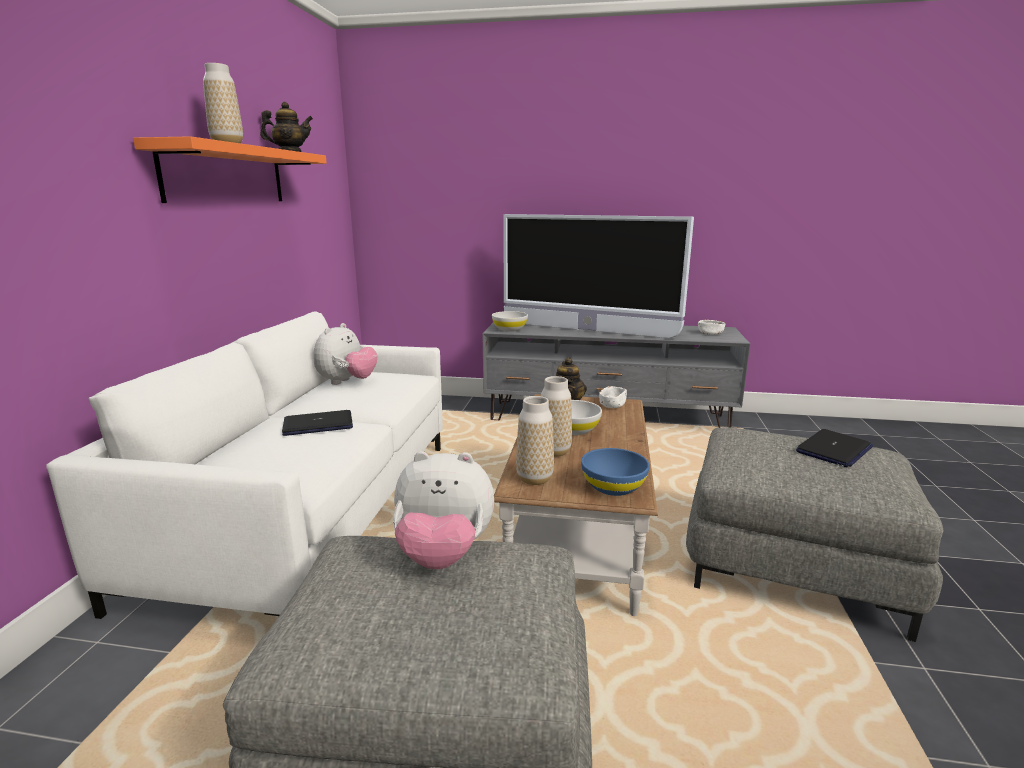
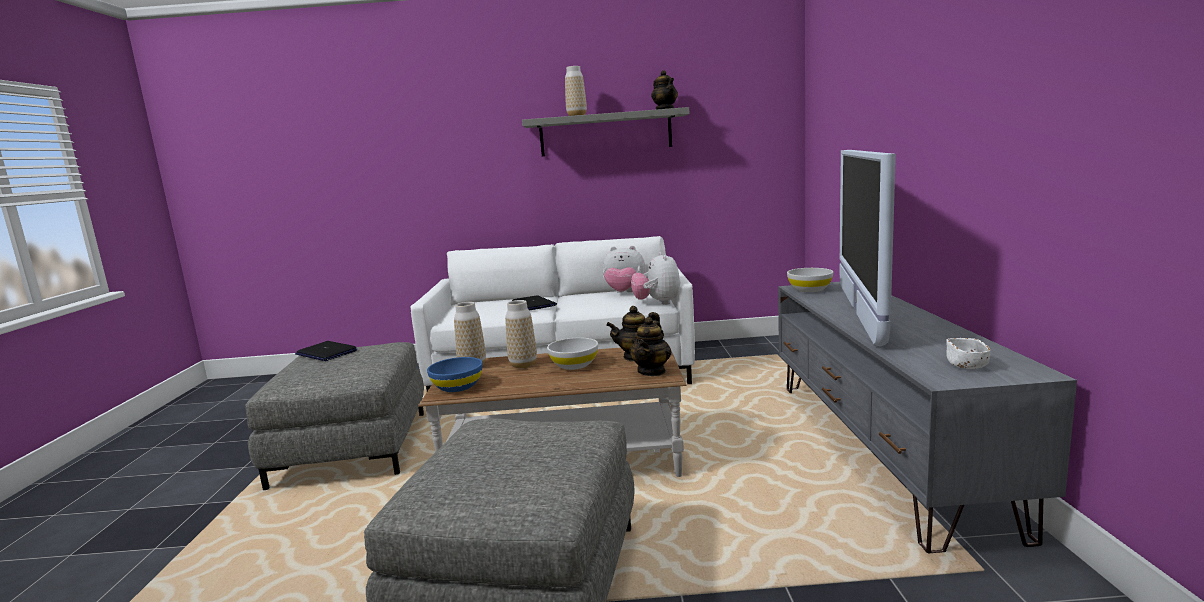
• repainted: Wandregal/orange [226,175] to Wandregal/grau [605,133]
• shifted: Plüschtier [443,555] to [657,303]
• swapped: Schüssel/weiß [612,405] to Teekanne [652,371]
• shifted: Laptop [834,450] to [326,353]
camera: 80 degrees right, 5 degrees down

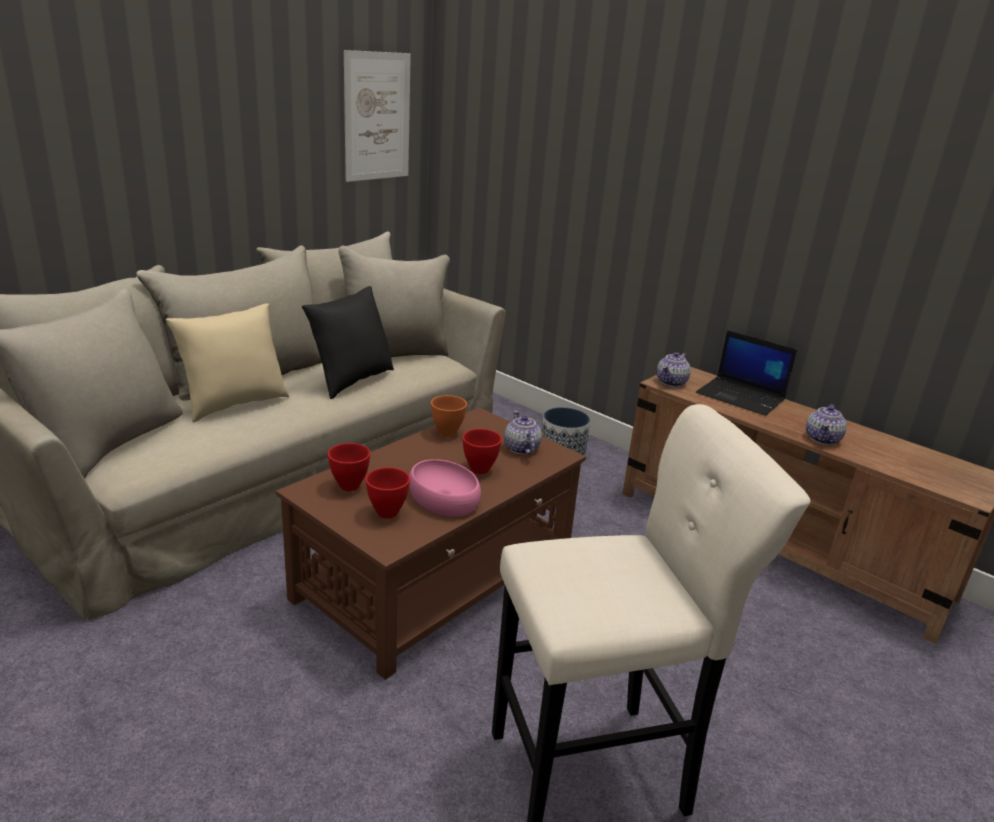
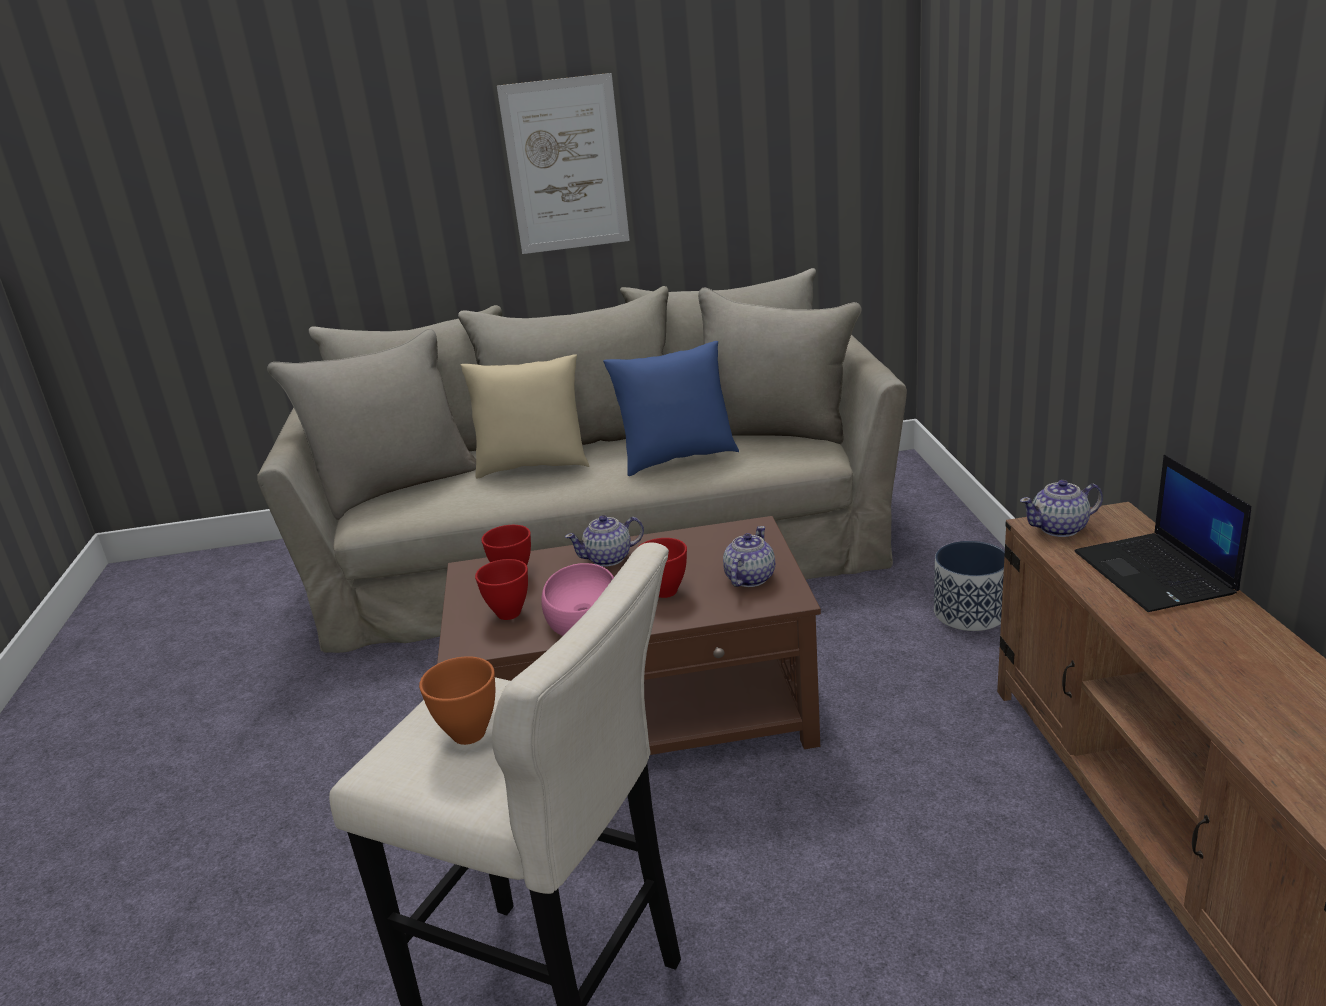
• repainted: Kissen/schwarz [351,381] to Kissen/blau [677,458]
• shifted: Bild [377,117] to [565,165]
• shifted: Schüssel/orange [447,432] to [469,732]
• shifted: Teekanne [823,439] to [609,558]
camera: 45 degrees right, 0 degrees up

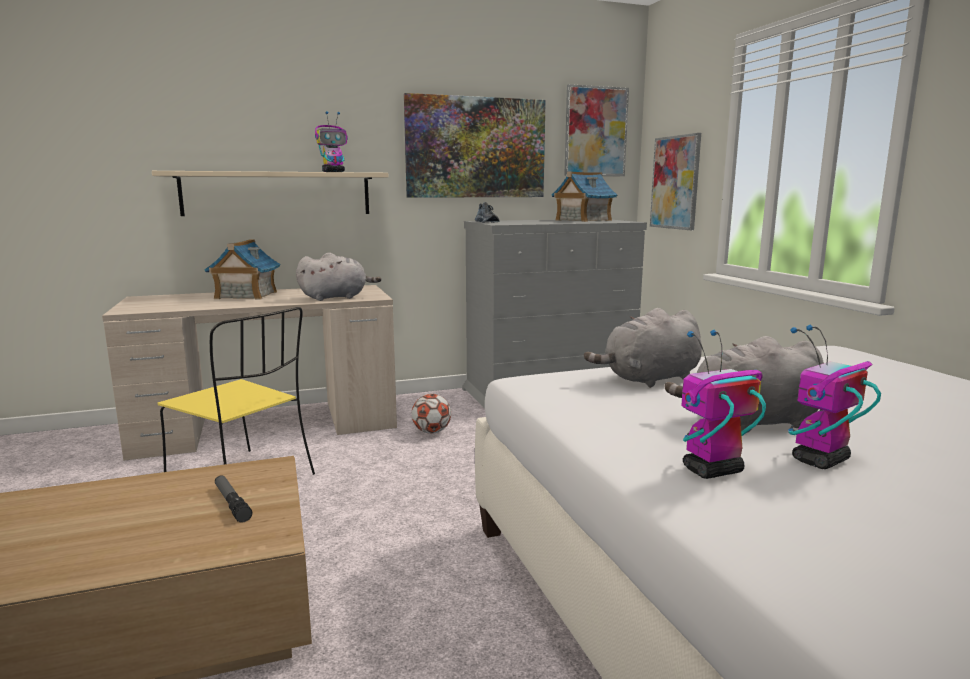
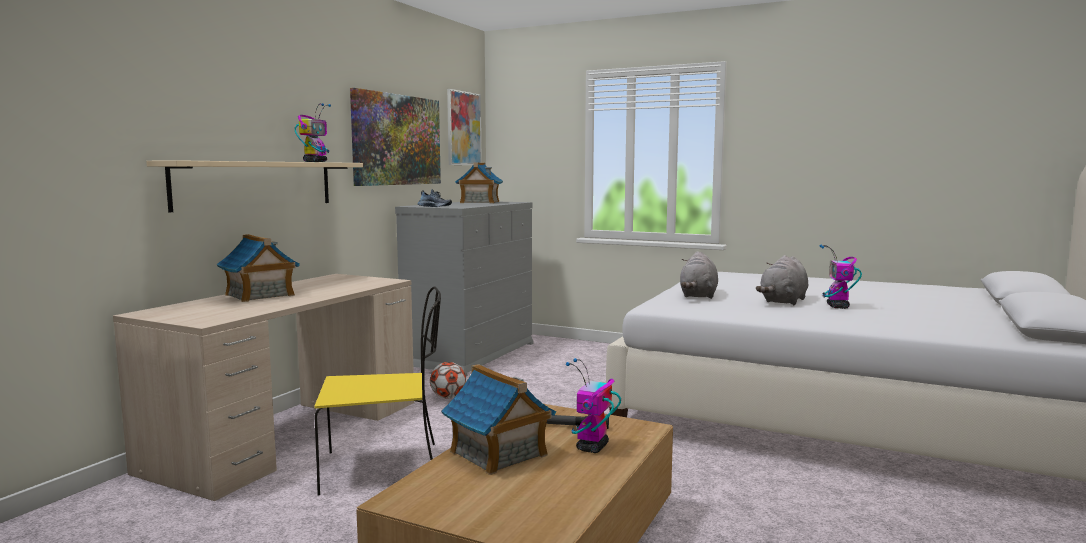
• gone: Plüschtier/grau [336,297]
• gone: Bild [675,182]
• shifted: Spielzeugroboter [711,471] to [592,447]
• new: Spielzeughaus [498,454]
camera: 45 degrees left, 5 degrees down

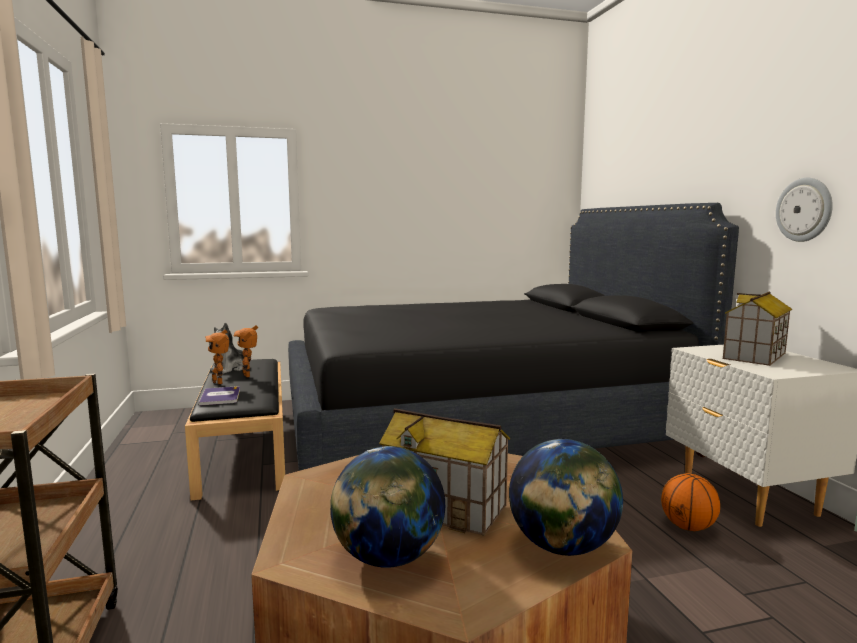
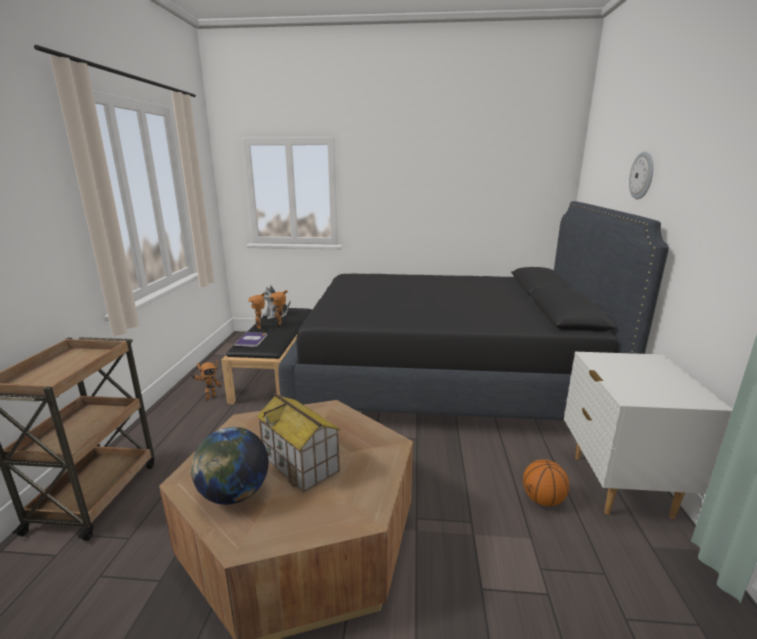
• gone: Globus [562,547]
• gone: Spielzeughaus [755,356]
• shifted: Wanduhr [804,210] to [642,175]
• new: Spielzeugroboter [209,397]
camera: 20 degrees right, 10 degrees up

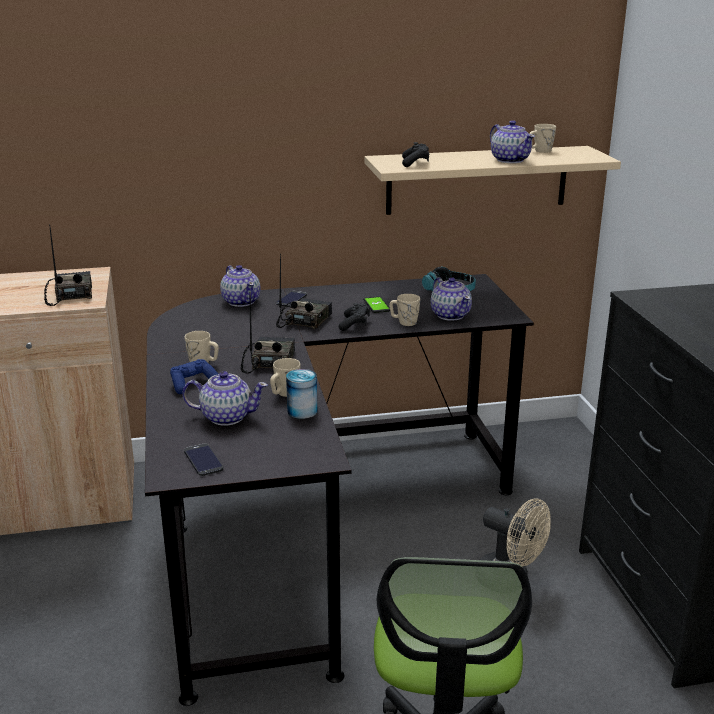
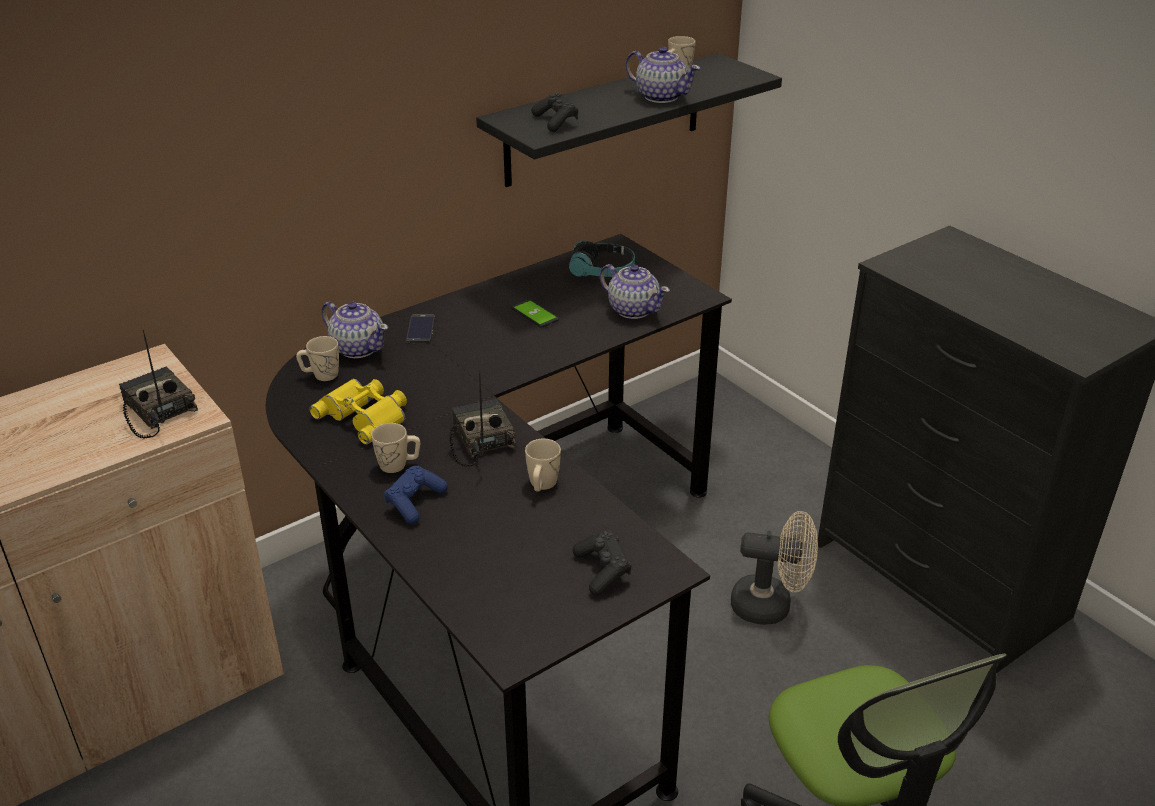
• gone: Teekanne [226,417]
• gone: Handy [203,460]
• gone: Radio [304,320]
• gone: Dose [302,411]
• shifted: Gamepad/schwarz [354,324] to [602,571]
• repainted: Wandregal/beige [477,180] to Wandregal/schwarz [604,120]
• shifted: Henkelbecher/beige [404,322] to [321,375]
• new: Fernglas/gelb [366,415]
camera: 25 degrees left, 10 degrees up

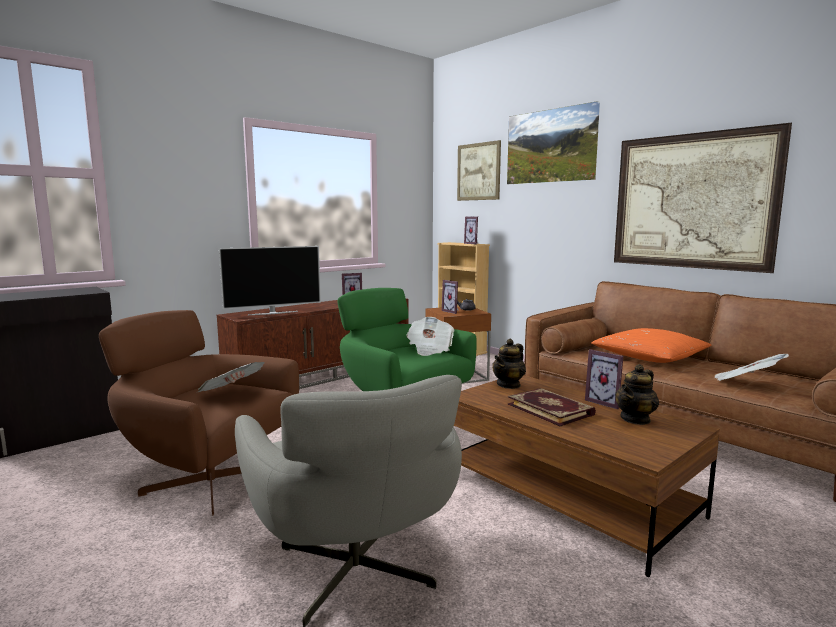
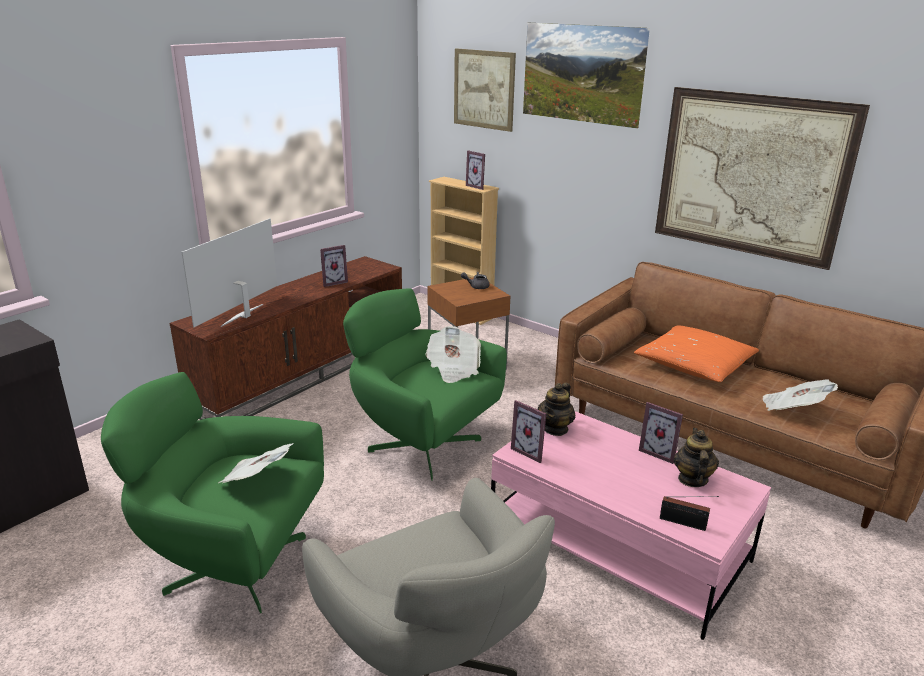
• repainted: Sessel/braun [206,481] to Sessel/grün [232,564]
• rotated: Fernseher [273,313] = [243,315] 150 degrees clockwise
• shifted: Bilderrahmen [453,311] to [531,451]
• repainted: Couchtisch/braun [567,494] to Couchtisch/rosa [618,544]
• gone: Buch [550,409]
• rotated: Teekanne [635,419] = [692,479] 150 degrees clockwise
• new: Radio [685,523]
camera: 10 degrees left, 15 degrees up

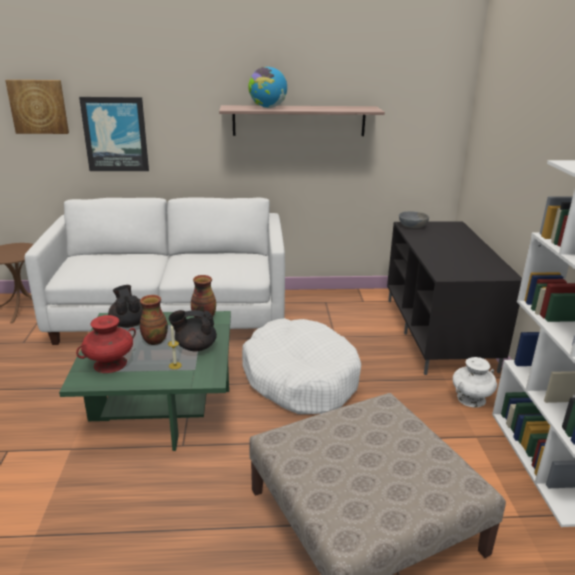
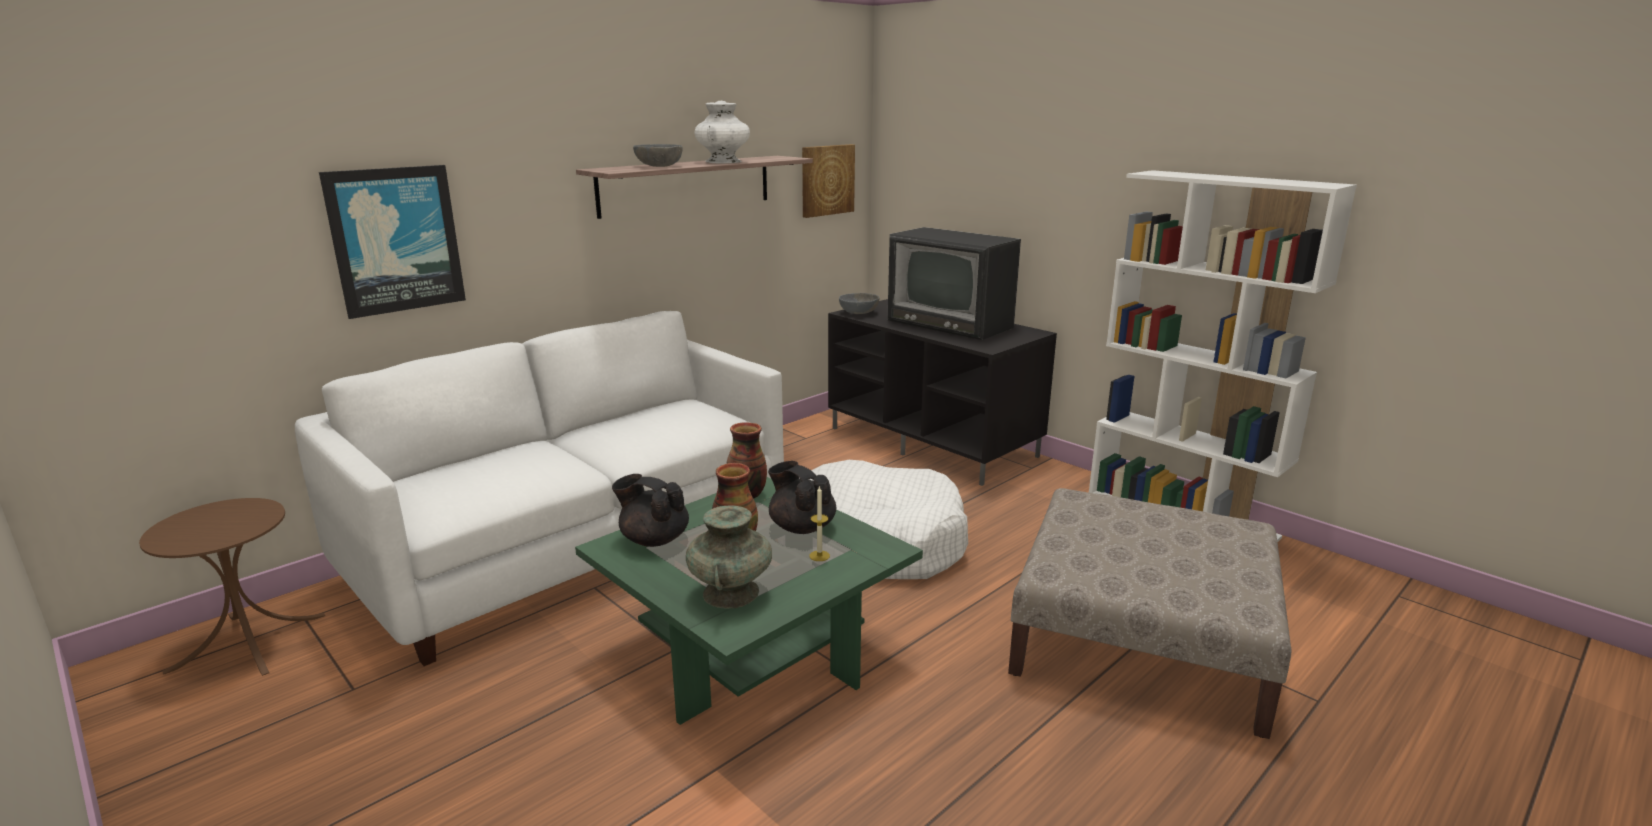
• shifted: Bild [38,106] to [827,180]
• repainted: Vase/rot [110,364] to Vase/türkis [730,593]
• rotated: Teekanne/schwarz [195,347] = [801,527] 90 degrees clockwise
• swapped: Globus [267,108] to Schüssel/grau [659,166]
• shifted: Vase/weiß [471,398] to [723,162]
• new: Fernseher [952,323]
camera: 40 degrees left, 5 degrees down

